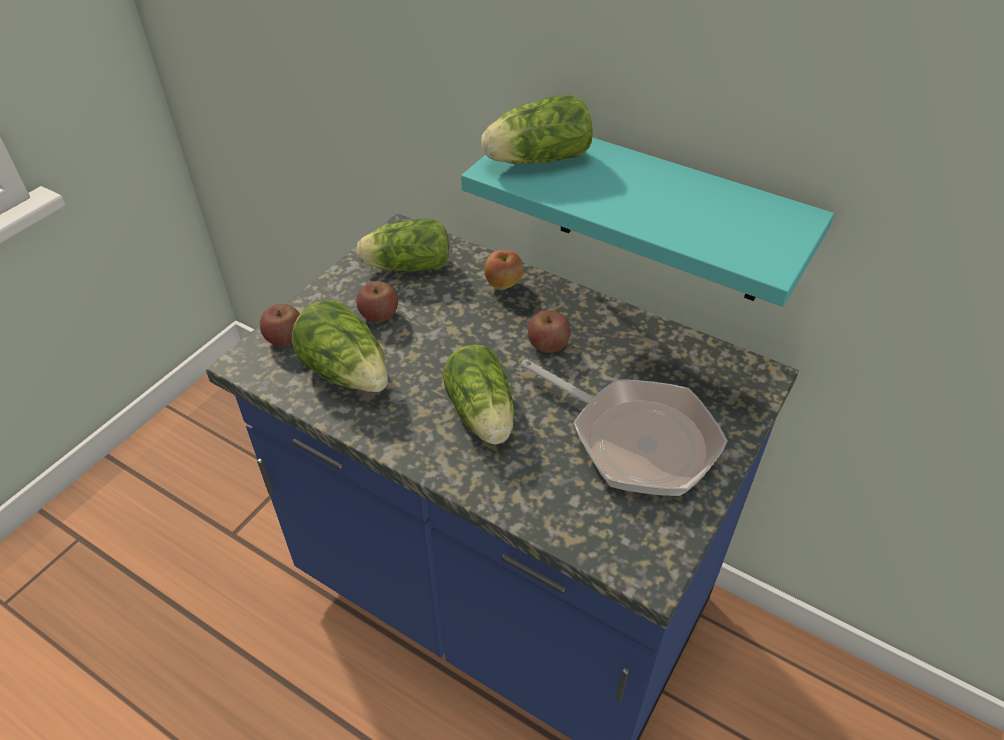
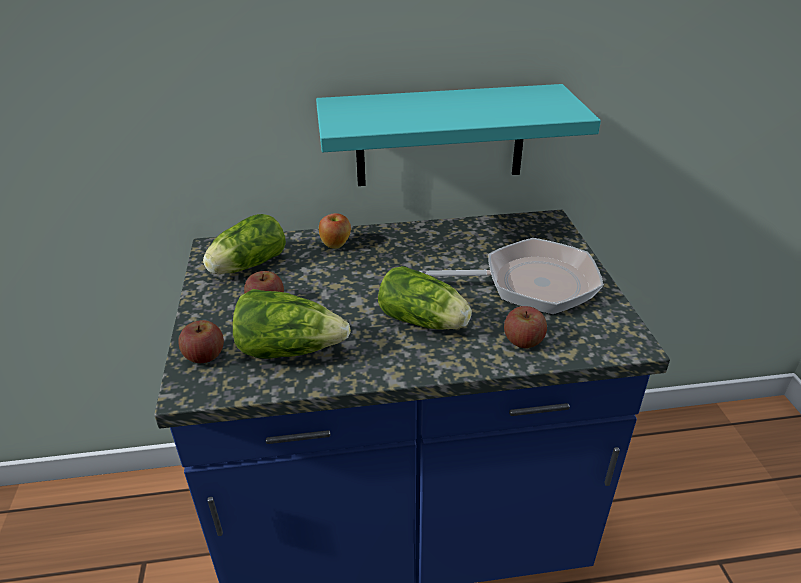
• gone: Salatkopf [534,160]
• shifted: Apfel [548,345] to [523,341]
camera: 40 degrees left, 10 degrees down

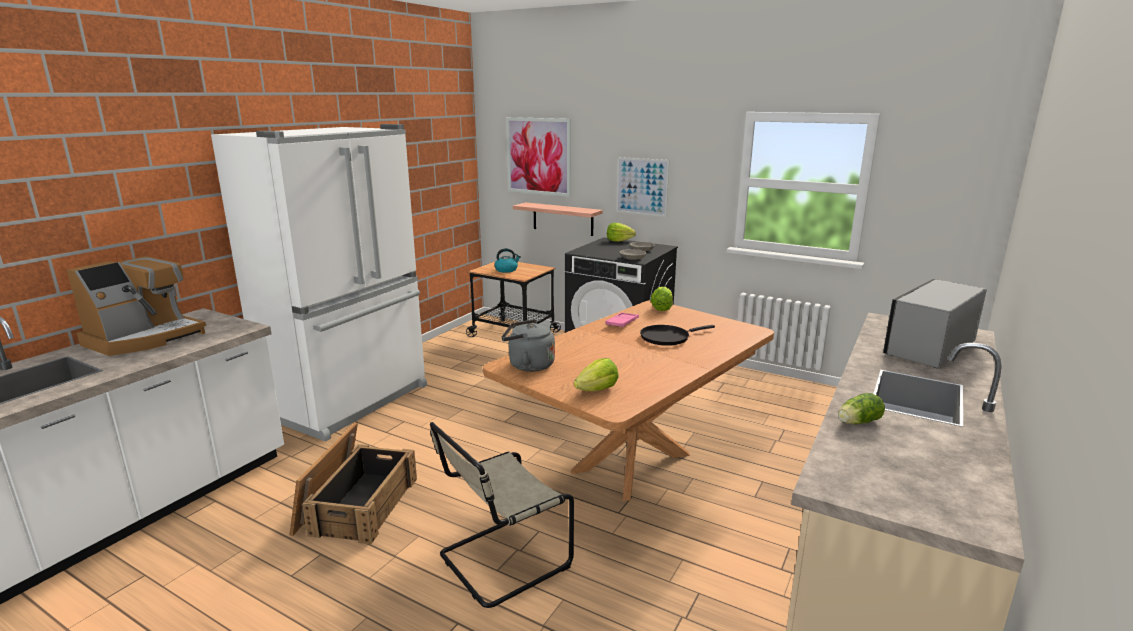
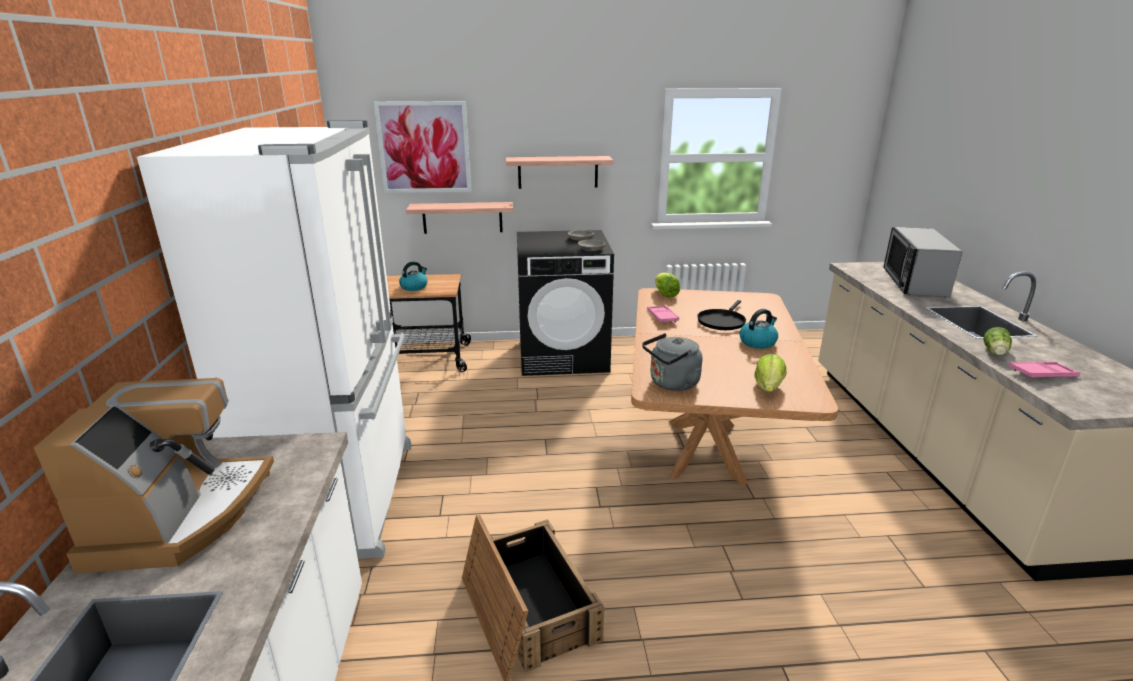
• gone: Stuhl/beige [500,562]
• gone: Salatkopf [619,241]
• swapped: Bild [642,186] to Wandregal [558,172]
• new: Wasserkessel [758,342]
• new: Tablett/rosa [1042,374]
camera: 35 degrees left, 5 degrees up

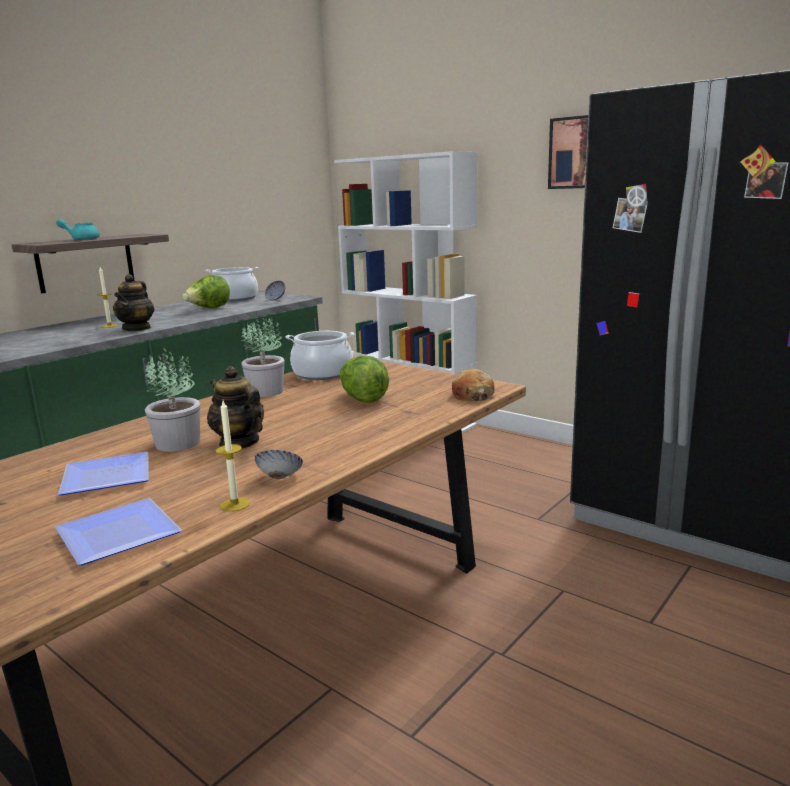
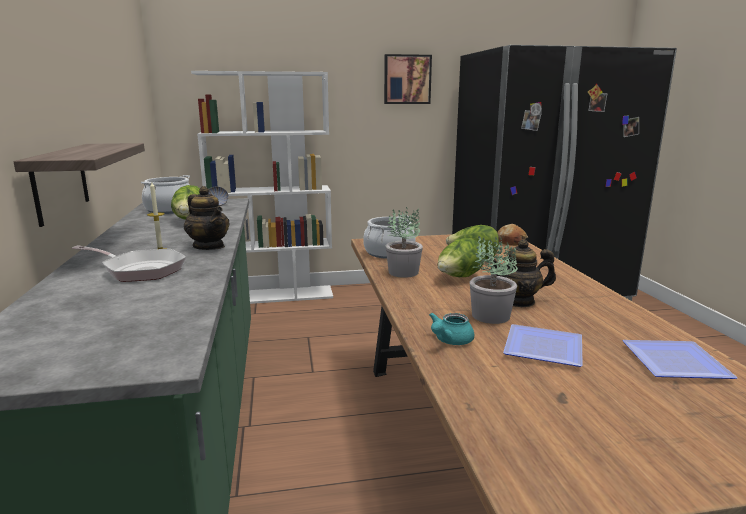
• shifted: Teekanne/türkis [82,239] to [449,341]
• gone: Kerze [235,504]
• gone: Schüssel [280,478]
• new: Pfanne [140,270]
• new: Salatkopf [458,278]
camera: 50 degrees left, 0 degrees up

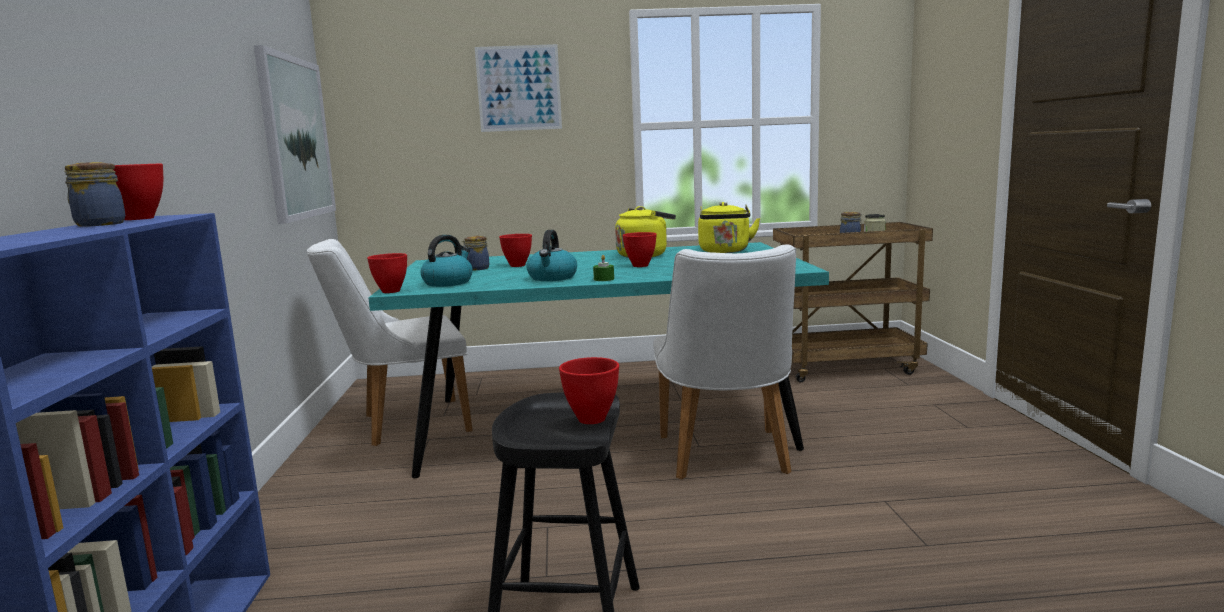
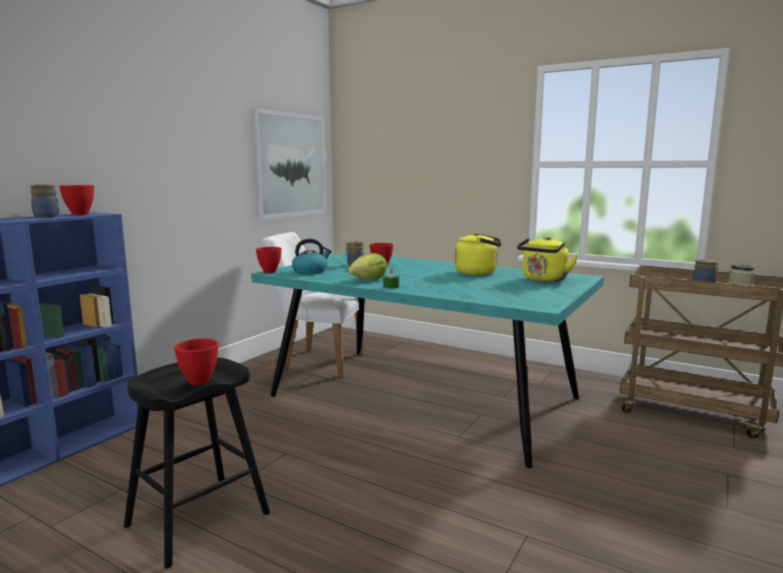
• gone: Bild [519,88]
• swapped: Wasserkessel [552,278] to Salatkopf [368,279]
• gone: Schüssel/rot [641,265]
• gone: Stuhl/weiß [726,459]
camera: 35 degrees right, 0 degrees up

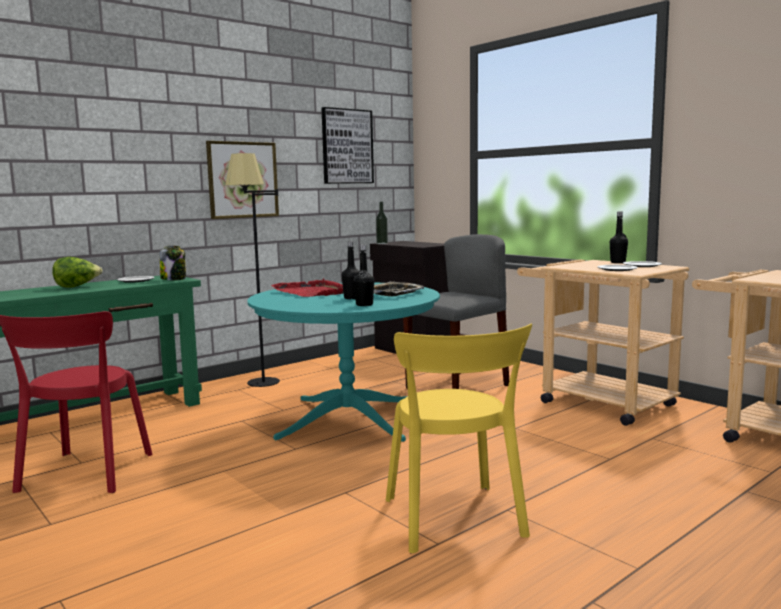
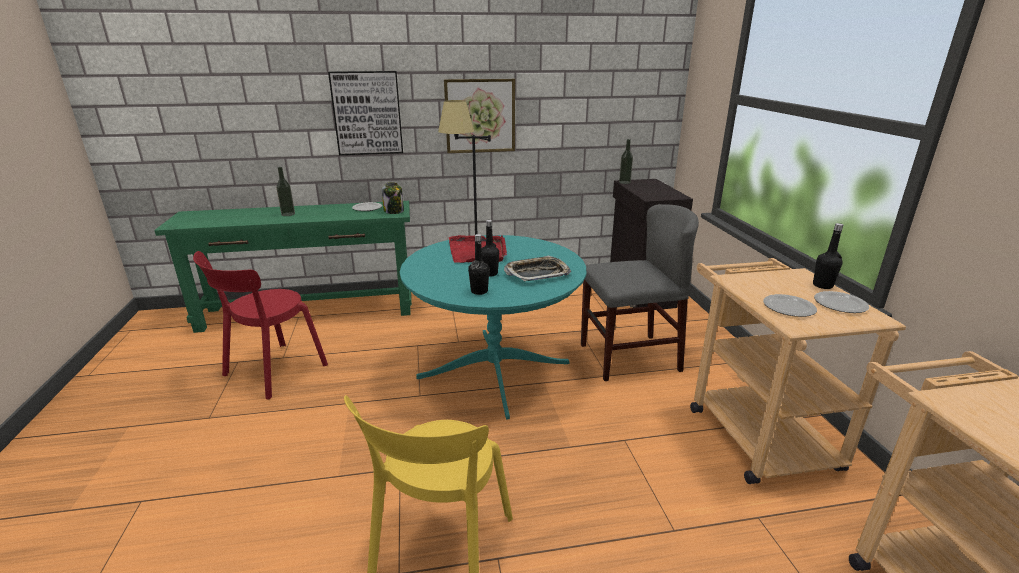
• gone: Salatkopf [77,287]
• shifted: Bild [347,146] to [367,113]
• new: Flasche [288,214]
camera: 30 degrees right, 15 degrees up

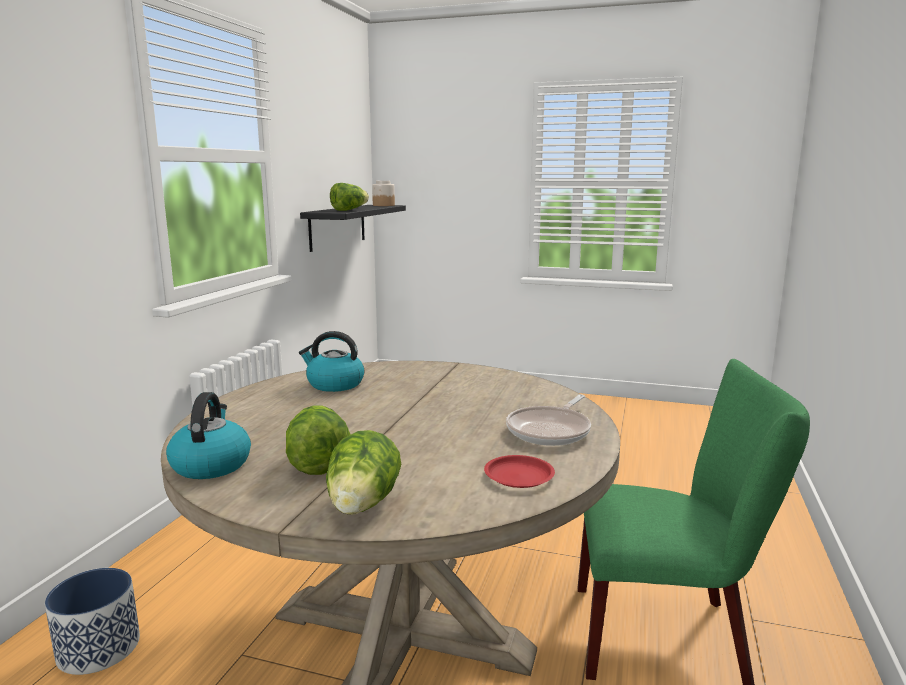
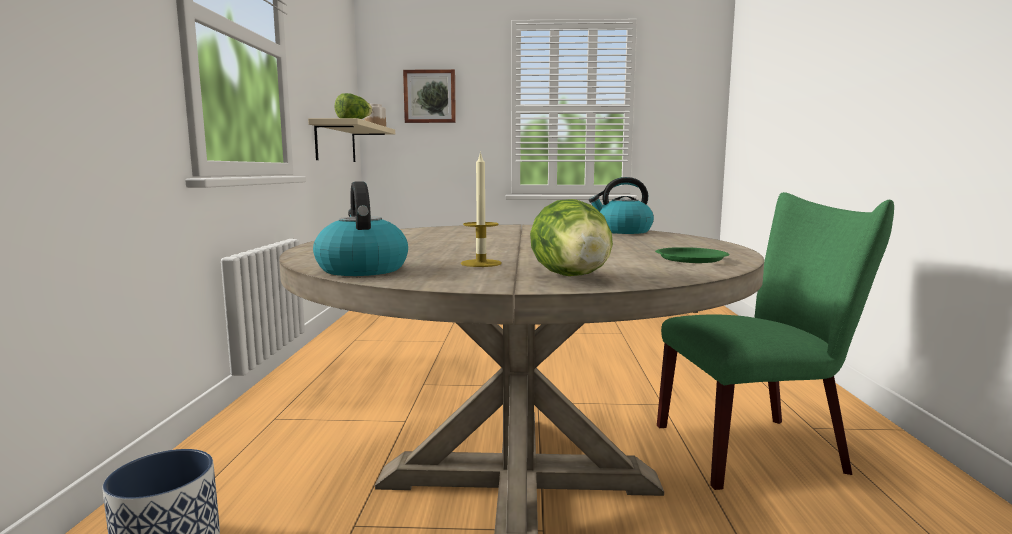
• swapped: Salatkopf [317,463] to Kerze [481,263]
• shifted: Wasserkessel [334,384] to [622,231]
• repainted: Wandregal/schwarz [338,226] to Wandregal/beige [336,143]
• repainted: Teller/rot [518,476] to Teller/grün [690,259]
• gone: Pfanne [551,430]
• new: Bild [430,96]
camera: 15 degrees left, 5 degrees down

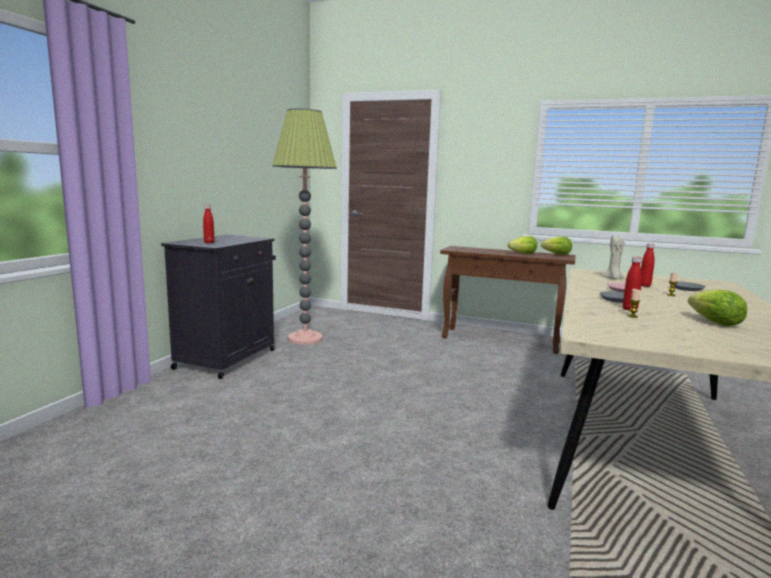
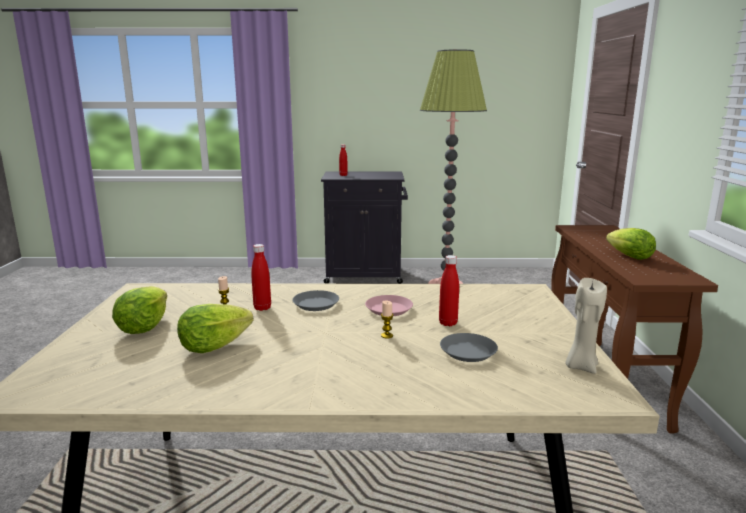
• shifted: Salatkopf [557,254] to [144,327]
• shifted: Kerze/beige [613,278] to [580,366]
camera: 70 degrees right, 5 degrees up

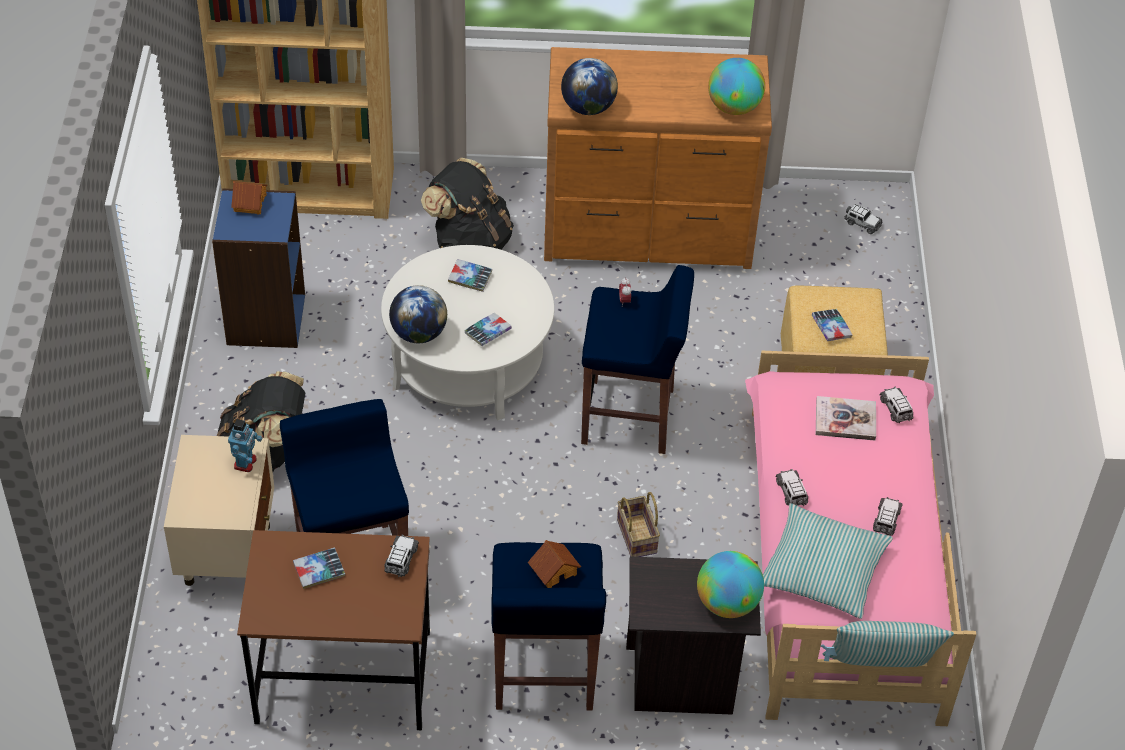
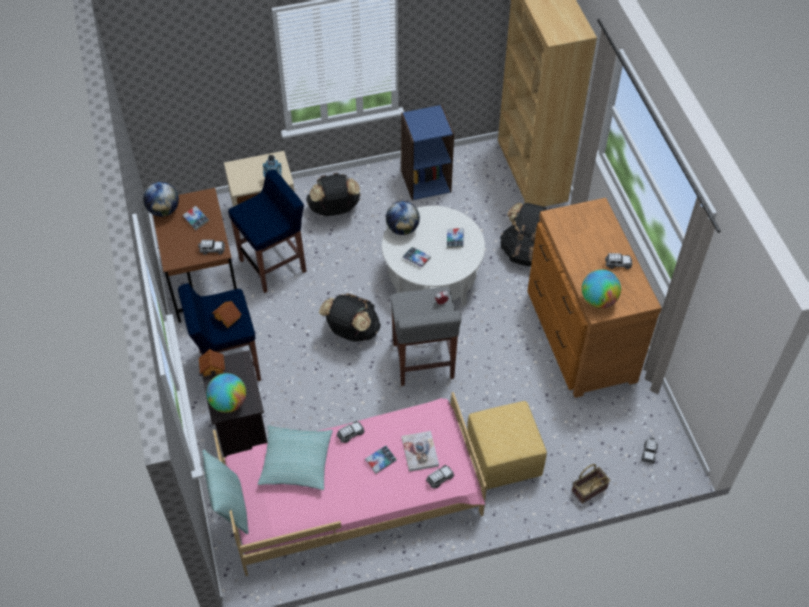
• shifted: Spielzeughaus [249,202] to [212,367]
• shifted: Globus [588,108] to [164,210]
• repainted: Hocker/blau [630,417] to Hocker/grau [423,362]
• shifted: Korb [638,537] to [589,491]
• shifted: Buch [831,328] to [380,461]
• shifted: Spielzeugauto [886,521] to [618,264]
• new: Rucksack/schwarz [352,331]
camera: 75 degrees right, 5 degrees up

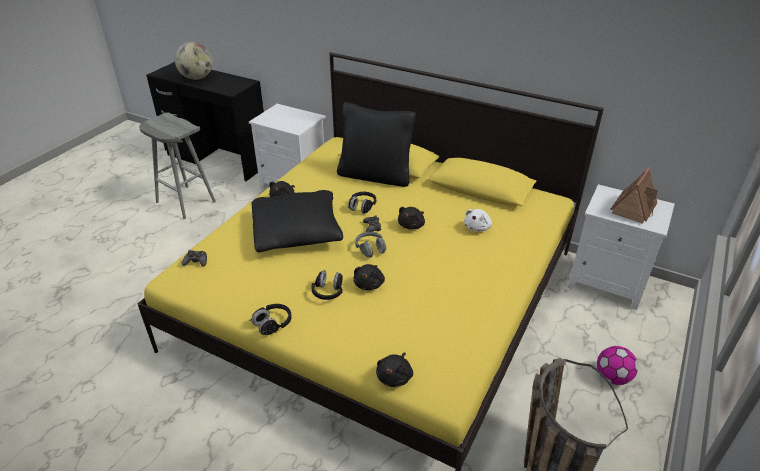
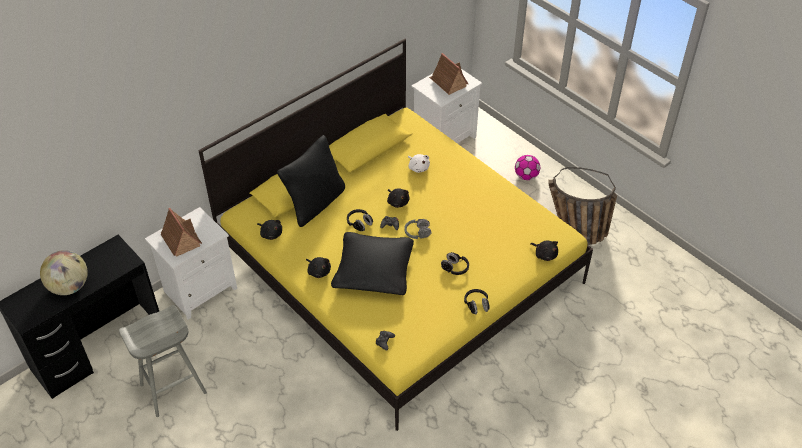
• shifted: Plüschtier/schwarz [369,284] to [271,234]
• new: Spielzeughaus [180,240]
camera: 70 degrees left, 10 degrees up

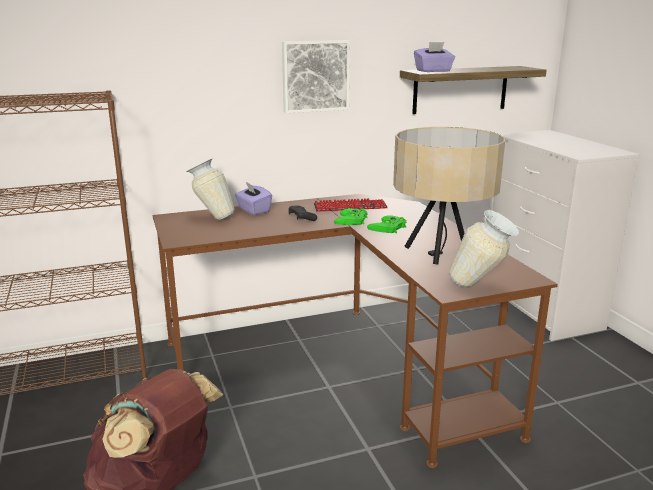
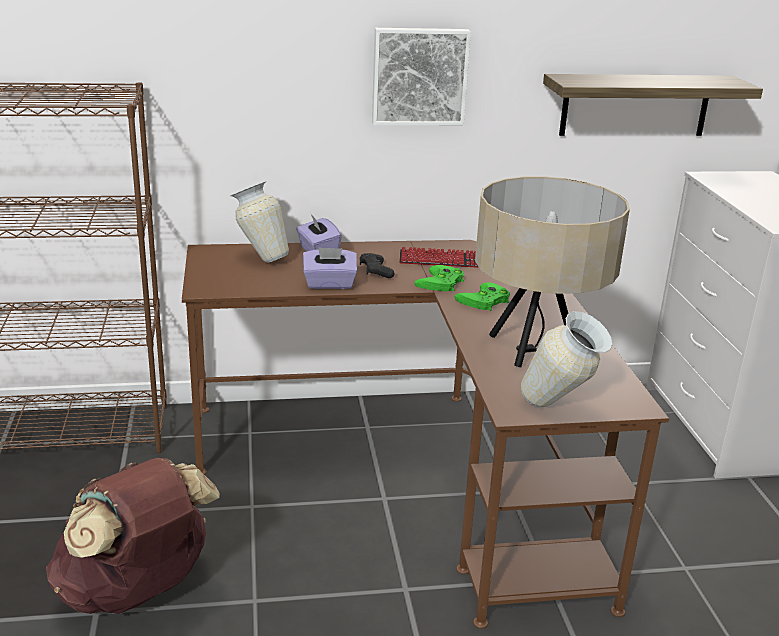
• shifted: Taschentuchbox/lila [433,71] to [329,284]
camera: 10 degrees right, 5 degrees up

